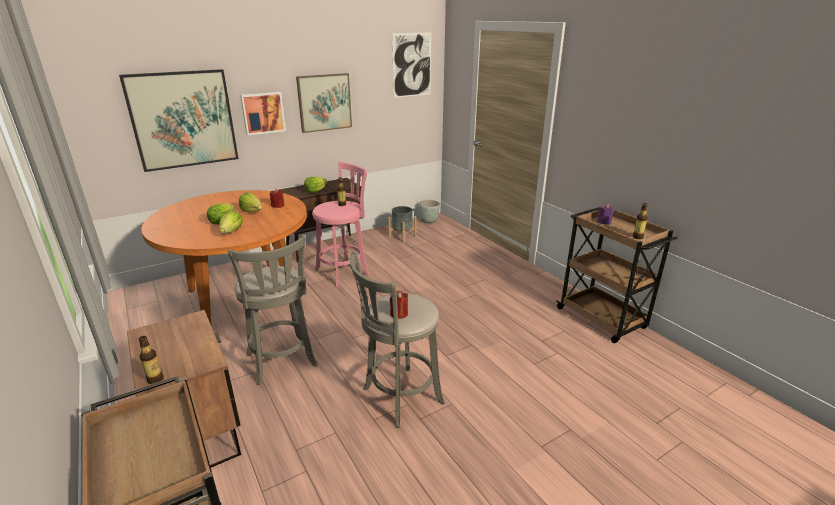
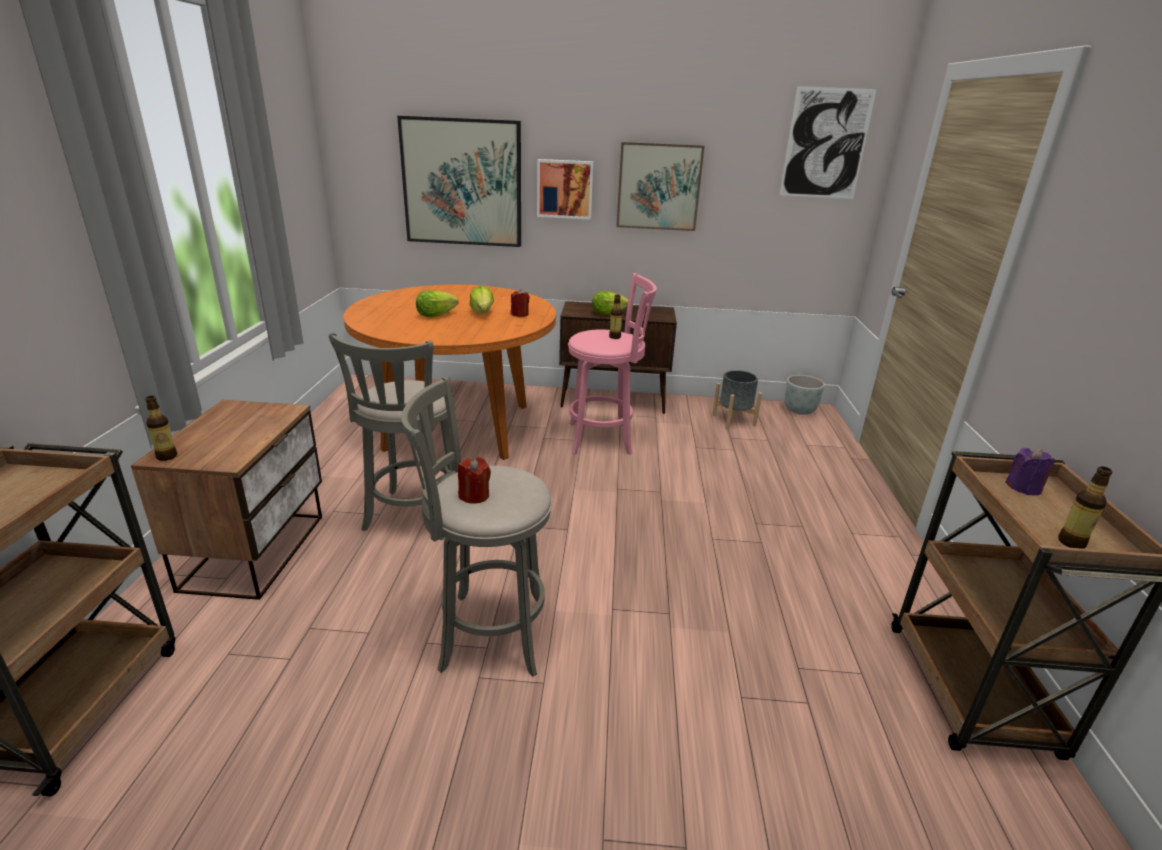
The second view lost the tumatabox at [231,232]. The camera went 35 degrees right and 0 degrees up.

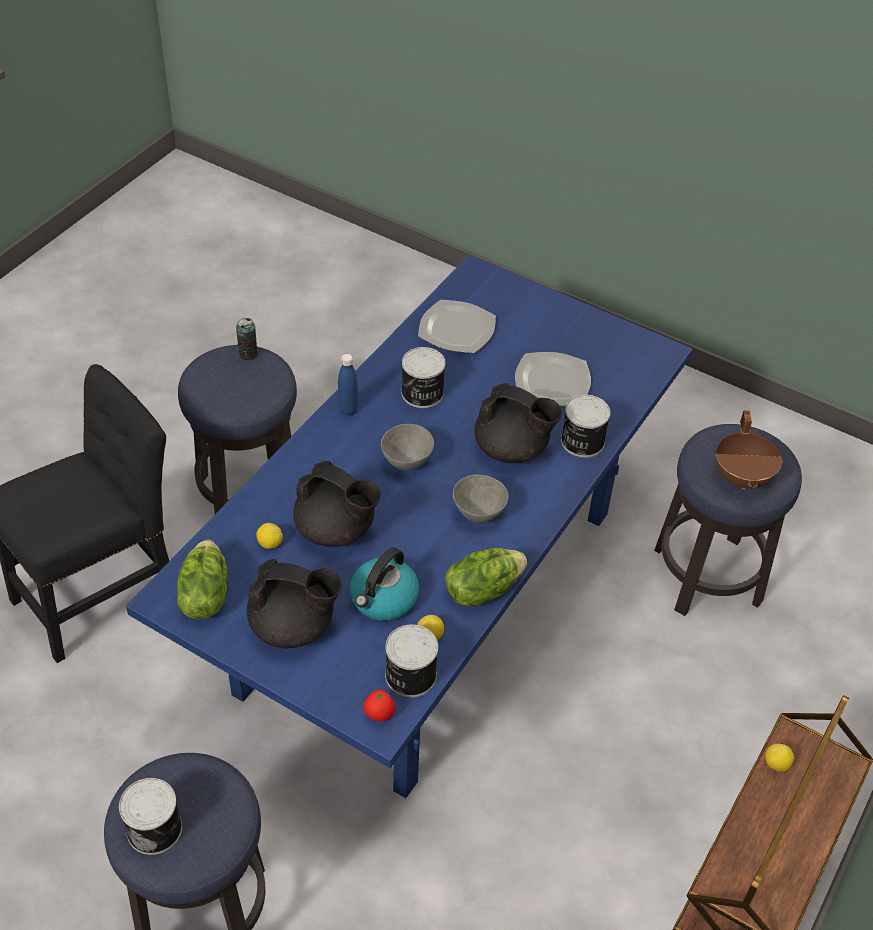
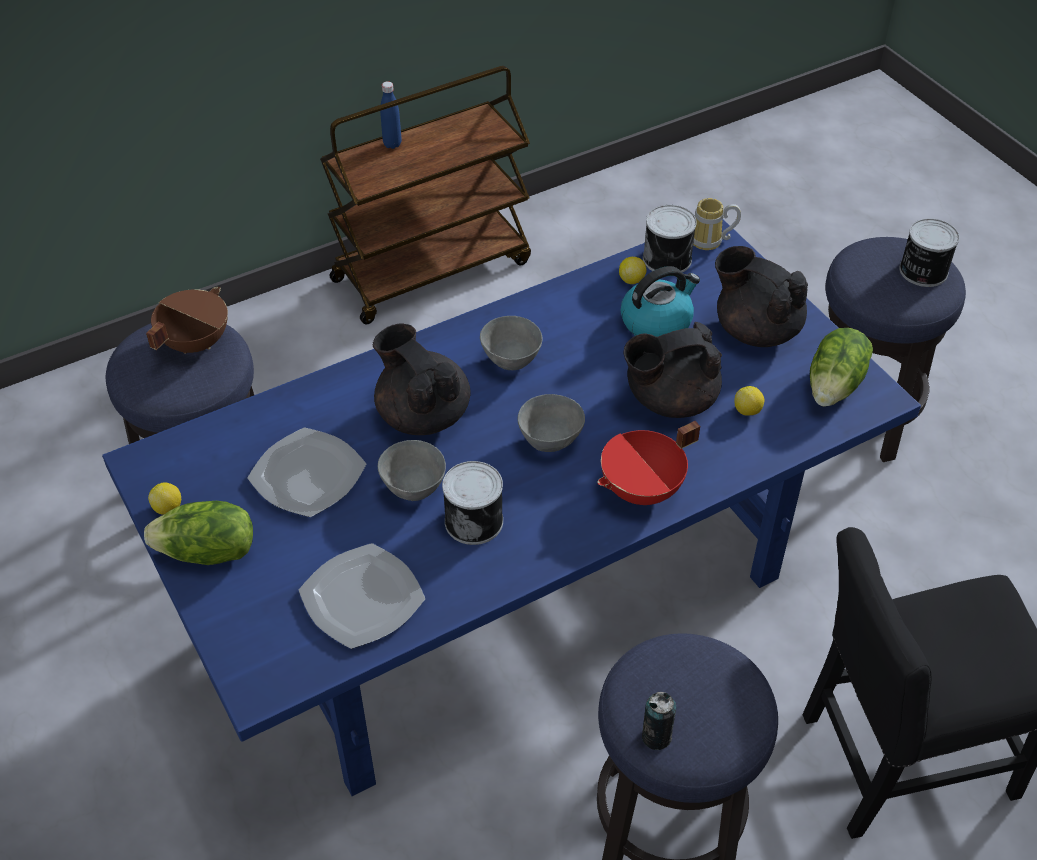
The tumatabox ended up elsewhere, having gone from [482,589] to [208,553]. The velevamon ended up elsewhere, having gone from [776,764] to [168,508]. The second view gained the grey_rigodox at [414,490]. The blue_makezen ended up elsewhere, having gone from [348,410] to [392,144]. The second view gained the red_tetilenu at [643,491]. The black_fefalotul at [336,529] ended up facing another way, 75 degrees counterclockwise from before. Where the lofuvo stood at [379,715], the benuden came to stand at [711,242]. The second view lost the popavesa at [581,442]. The camera went 150 degrees left and 0 degrees up.

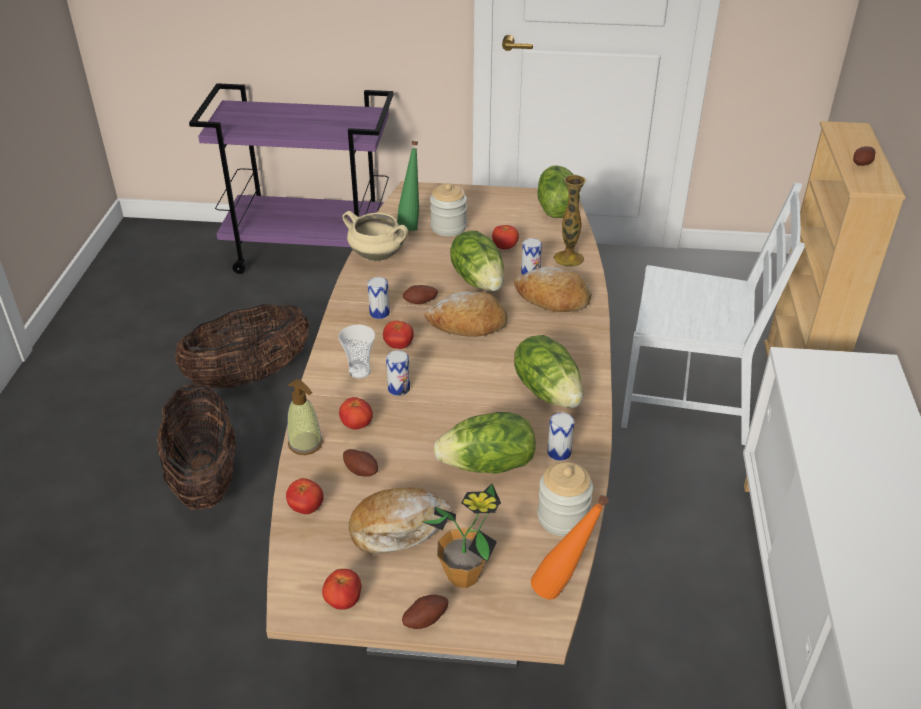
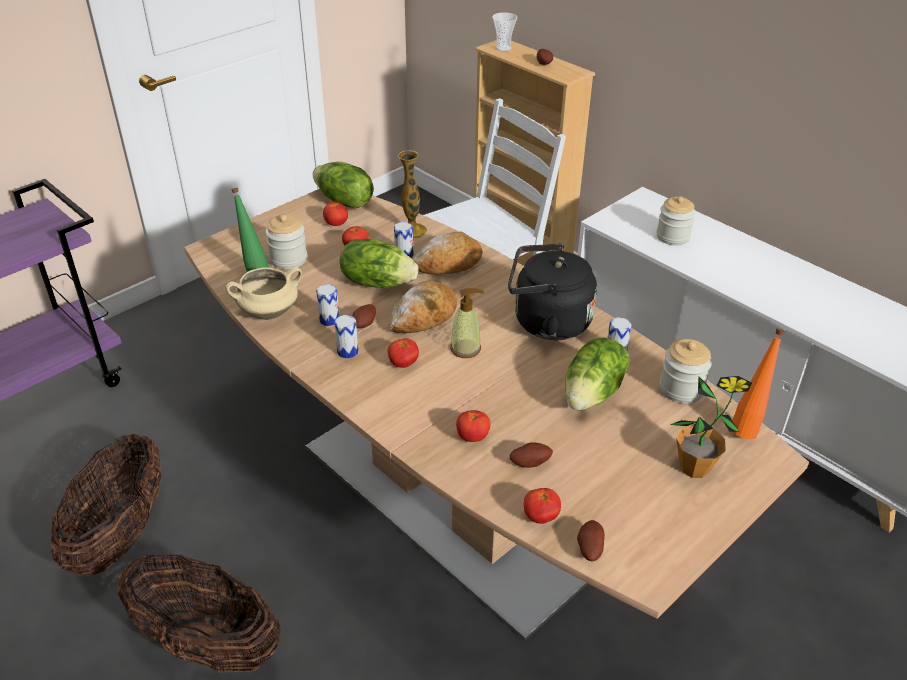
The popavesa ended up elsewhere, having gone from [399,388] to [329,320]. The lofuvo ended up elsewhere, having gone from [343,601] to [336,224]. The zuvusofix ended up elsewhere, having gone from [305,444] to [466,349]. The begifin ended up elsewhere, having gone from [359,371] to [503,48]. Where the tumatabox stood at [548,391], the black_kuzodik came to stand at [546,322]. The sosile ended up elsewhere, having gone from [425,619] to [589,549]. The second view gained the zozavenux at [672,237]. The second view lost the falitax at [398,528]. The camera went 50 degrees left and 0 degrees up.

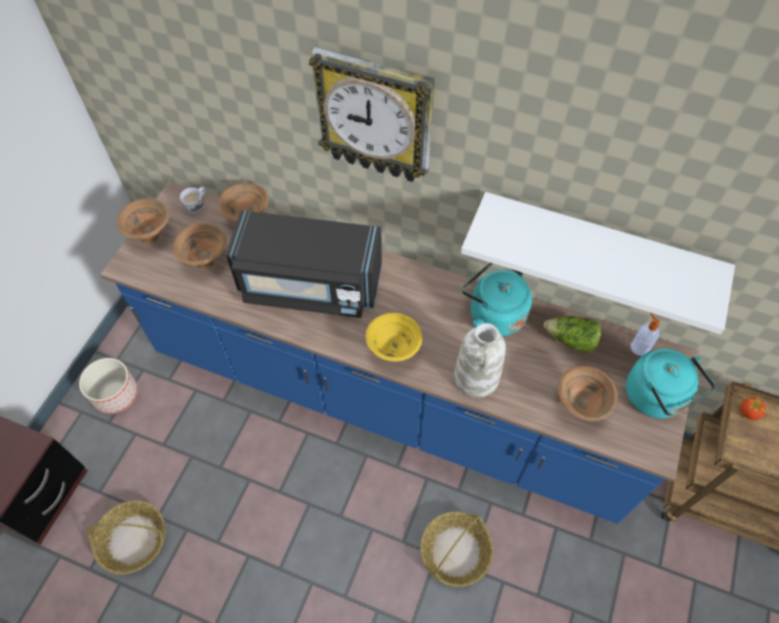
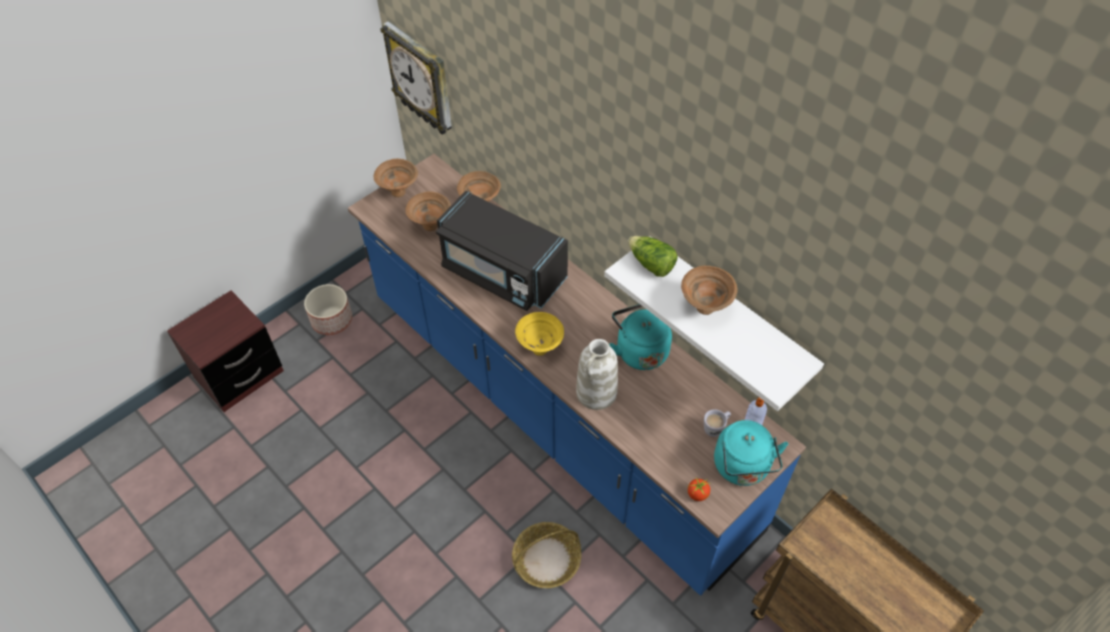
The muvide ended up elsewhere, having gone from [375,117] to [421,79]. The tumatabox ended up elsewhere, having gone from [571,340] to [651,264]. The brown_rigodox ended up elsewhere, having gone from [580,407] to [705,309]. The lofuvo ended up elsewhere, having gone from [748,412] to [697,494]. The white_benuden ended up elsewhere, having gone from [198,206] to [716,428]. The second view lost the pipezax at [133,540]. The camera went 25 degrees right and 5 degrees down.

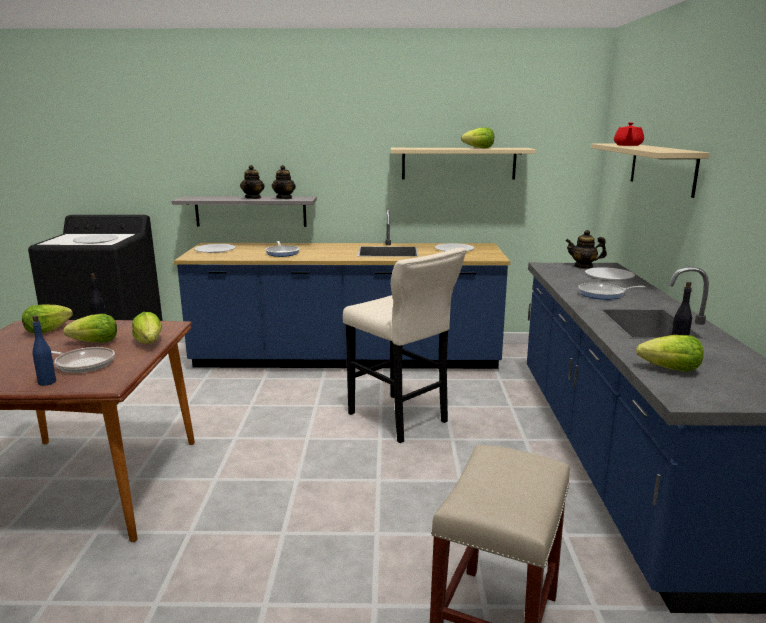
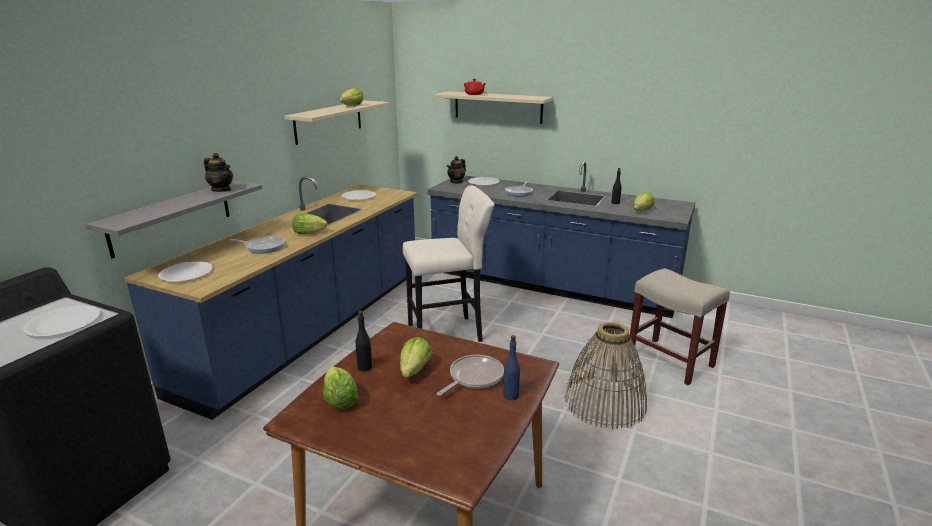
The tumatabox ended up elsewhere, having gone from [149,342] to [308,233]. The second view gained the pipezax at [605,403]. The second view lost the fefalotul at [253,198]. The camera went 65 degrees left and 5 degrees up.

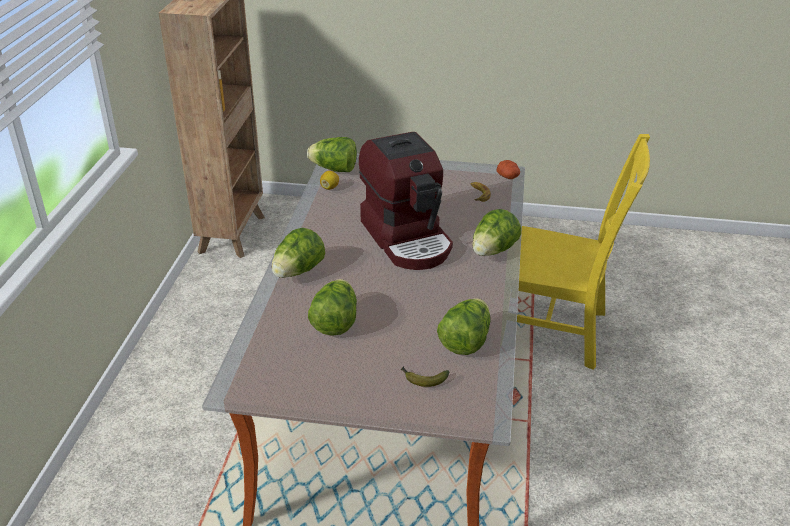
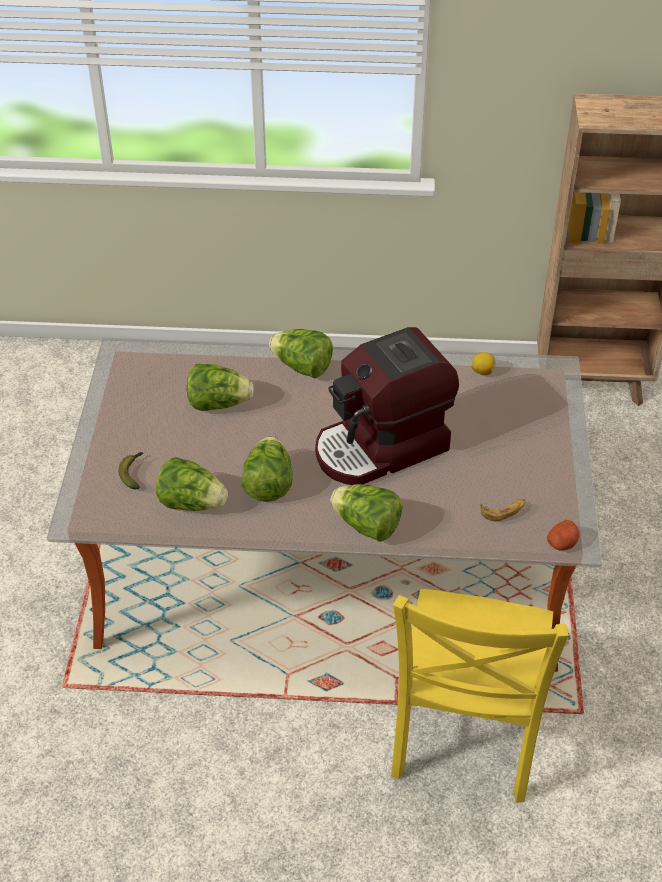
The tumatabox ended up elsewhere, having gone from [334,169] to [268,484]. The camera went 85 degrees right and 10 degrees up.

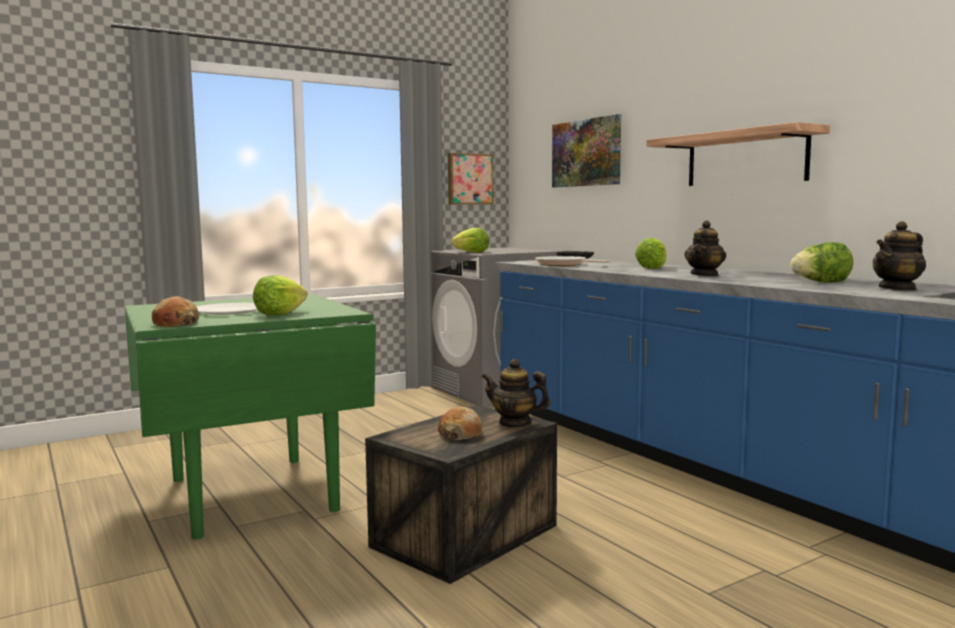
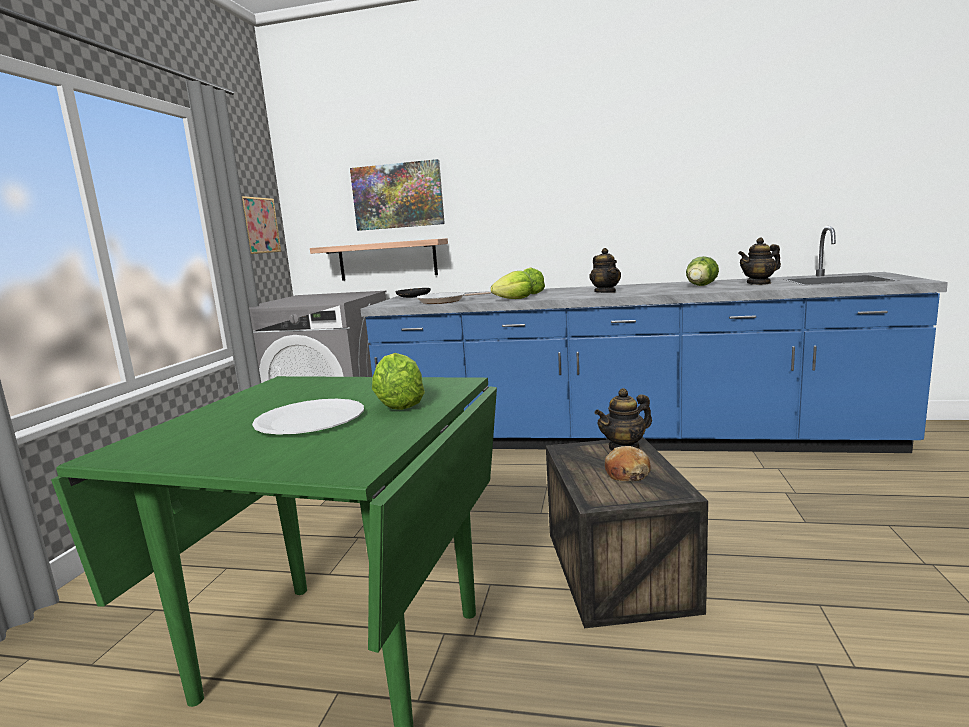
The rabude ended up elsewhere, having gone from [745,158] to [387,260]. The tumatabox ended up elsewhere, having gone from [471,252] to [514,299]. The fefalotul at [898,289] ended up facing another way, 60 degrees clockwise from before. The second view lost the falitax at [176,323]. The camera went 45 degrees left and 5 degrees up.

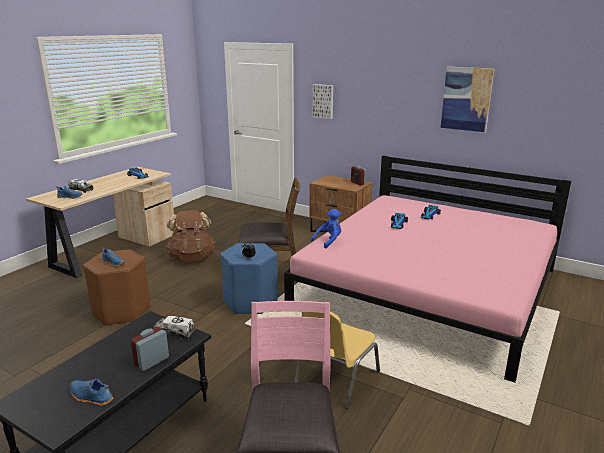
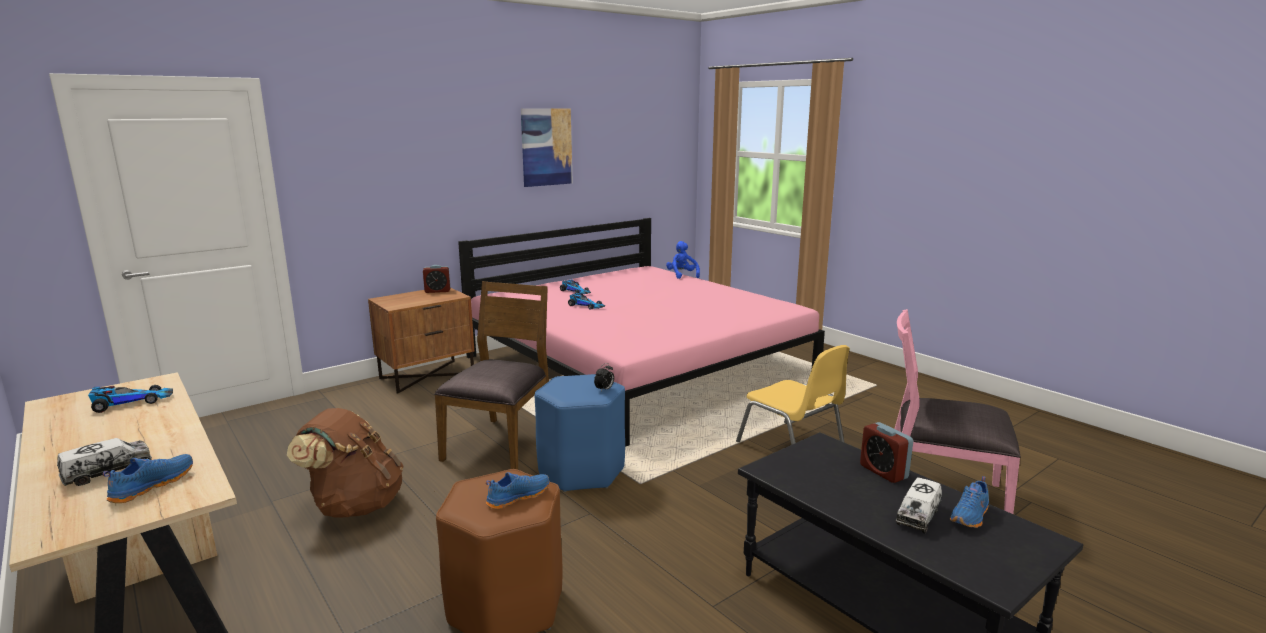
The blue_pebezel ended up elsewhere, having gone from [329,241] to [682,275]. The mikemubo ended up elsewhere, having gone from [174,332] to [918,515]. The second view lost the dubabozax at [323,101]. The camera went 70 degrees left and 5 degrees down.

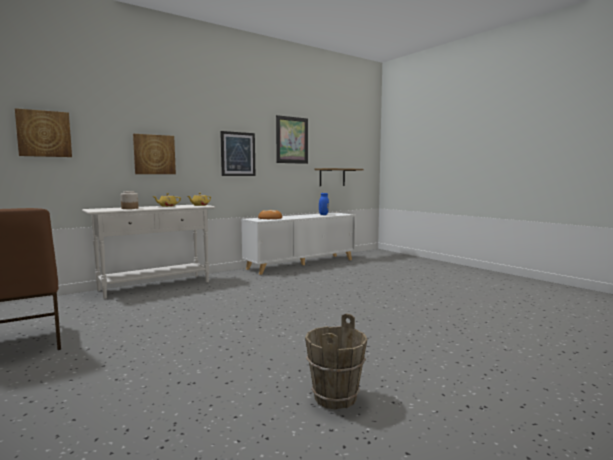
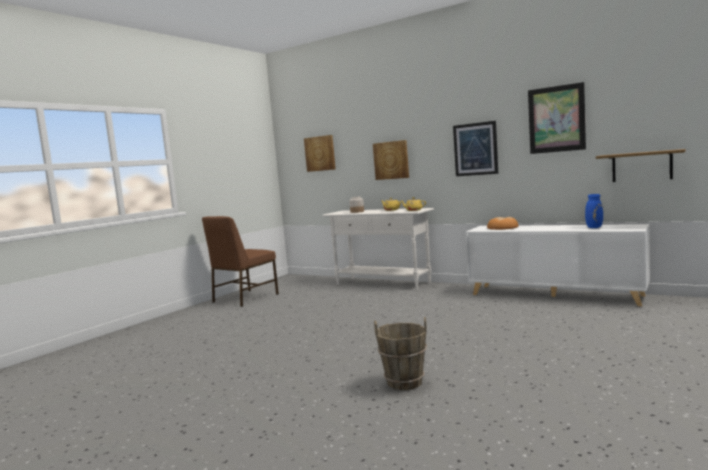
The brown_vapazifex ended up elsewhere, having gone from [334,397] to [404,382]. The camera went 70 degrees right and 0 degrees up.

